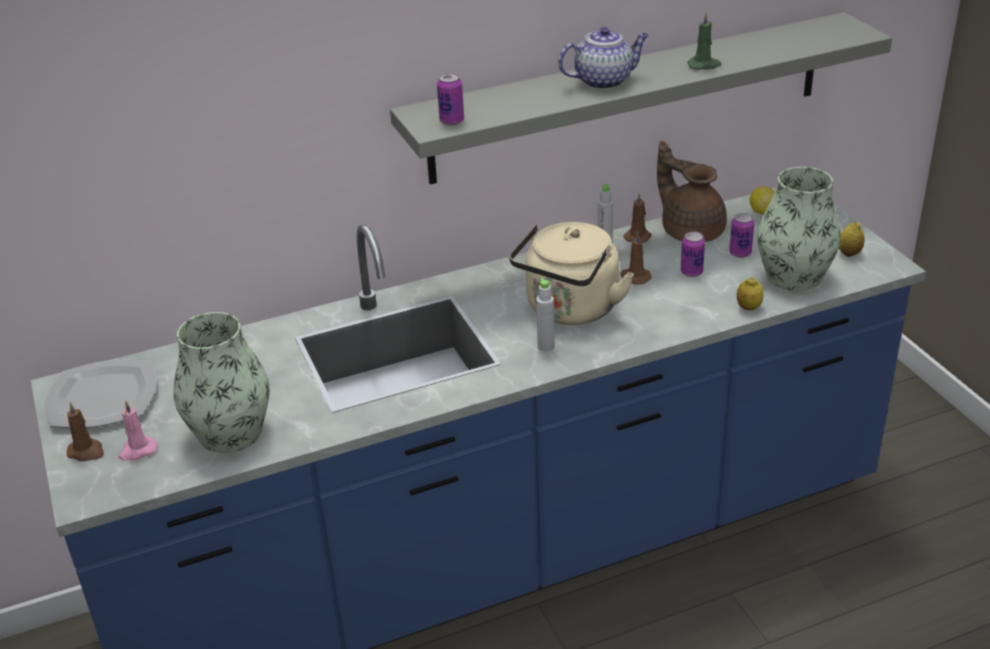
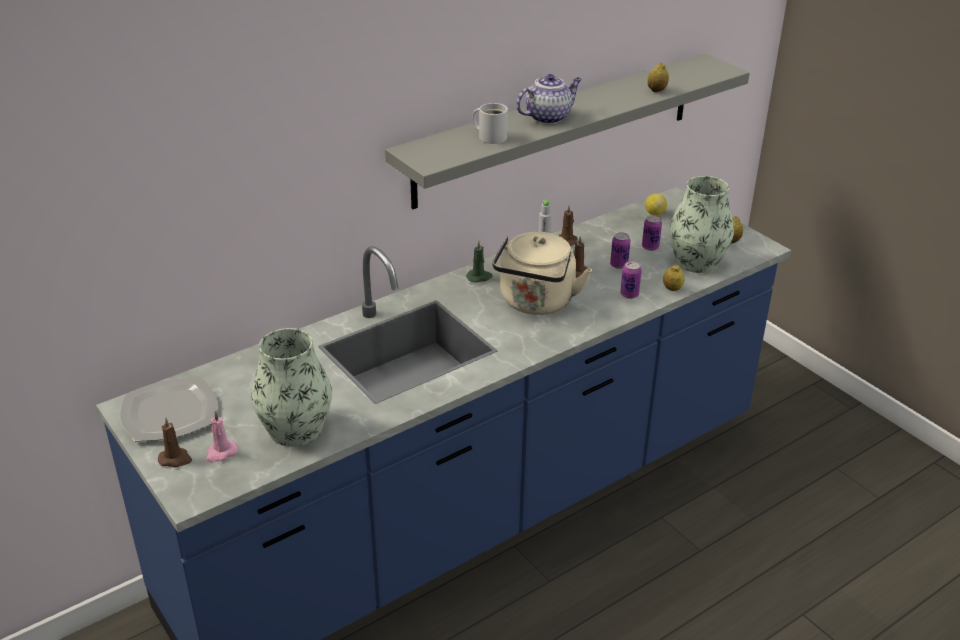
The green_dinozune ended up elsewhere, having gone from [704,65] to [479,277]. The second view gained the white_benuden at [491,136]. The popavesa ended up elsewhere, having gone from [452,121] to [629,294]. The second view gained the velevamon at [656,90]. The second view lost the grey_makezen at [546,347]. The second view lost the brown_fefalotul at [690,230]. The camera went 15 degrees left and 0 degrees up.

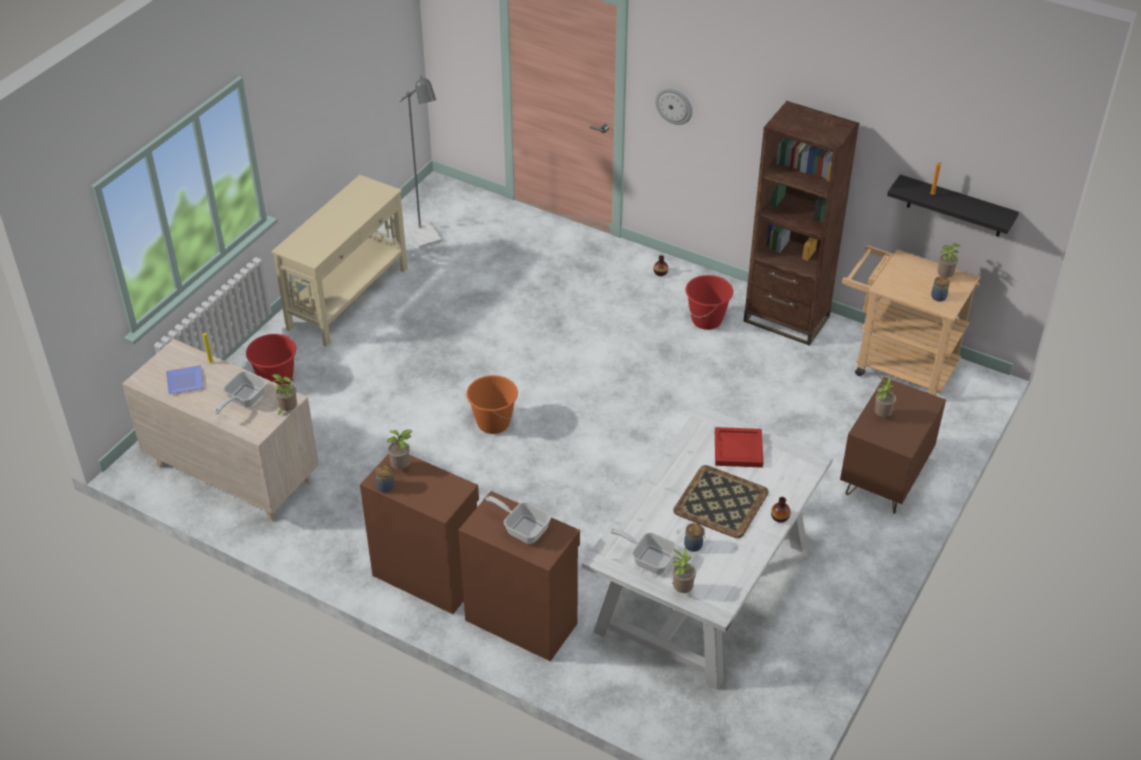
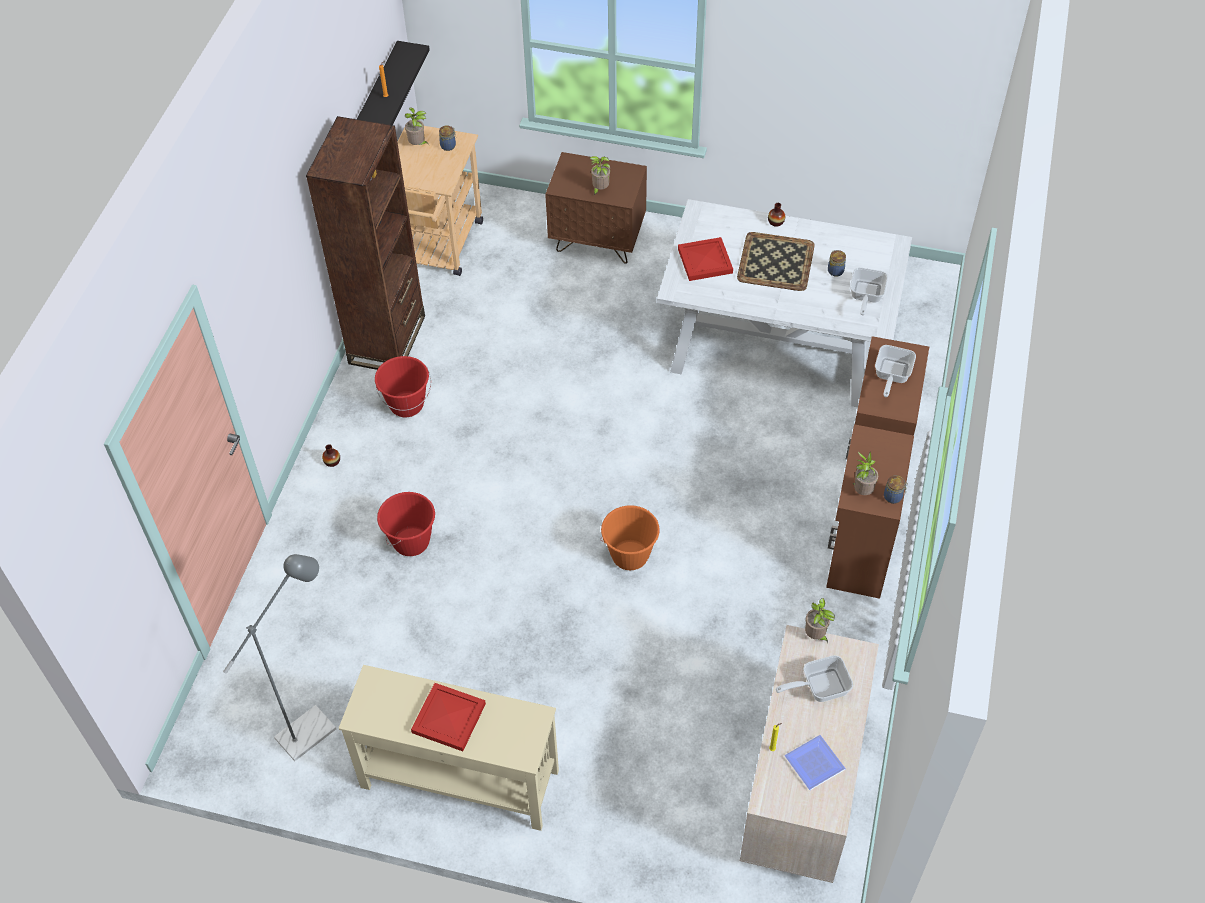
The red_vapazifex ended up elsewhere, having gone from [276,381] to [411,542]. The second view gained the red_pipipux at [450,718]. The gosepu at [243,400] ended up facing another way, 150 degrees clockwise from before. The second view lost the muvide at [674,105]. The second view lost the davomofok at [681,589]. The camera went 105 degrees left and 10 degrees up.

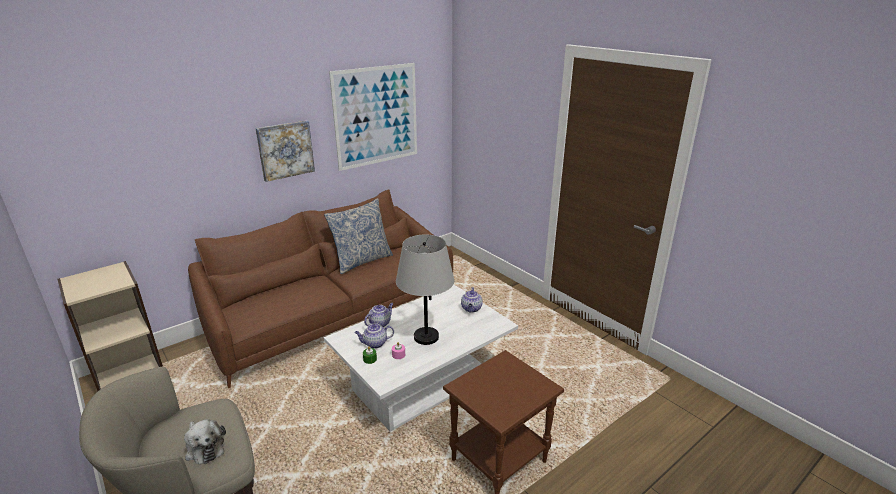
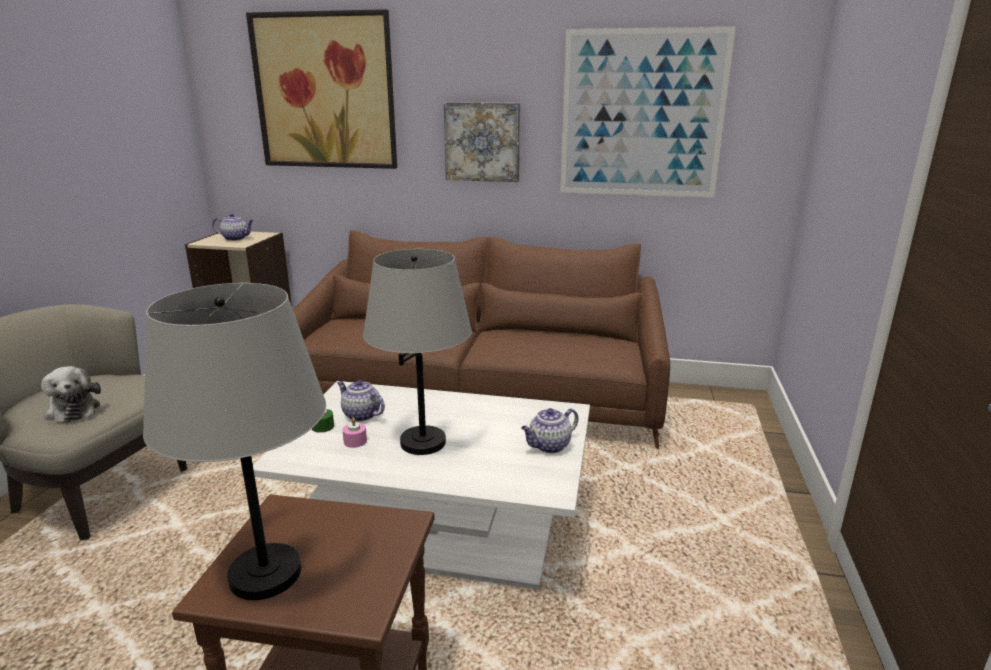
The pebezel at [204,447] ended up facing another way, 45 degrees counterclockwise from before. The second view gained the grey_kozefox at [266,574]. The fefalotul ended up elsewhere, having gone from [380,323] to [236,238]. The second view gained the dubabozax at [325,92]. The second view lost the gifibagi at [362,261]. The camera went 50 degrees right and 5 degrees down.

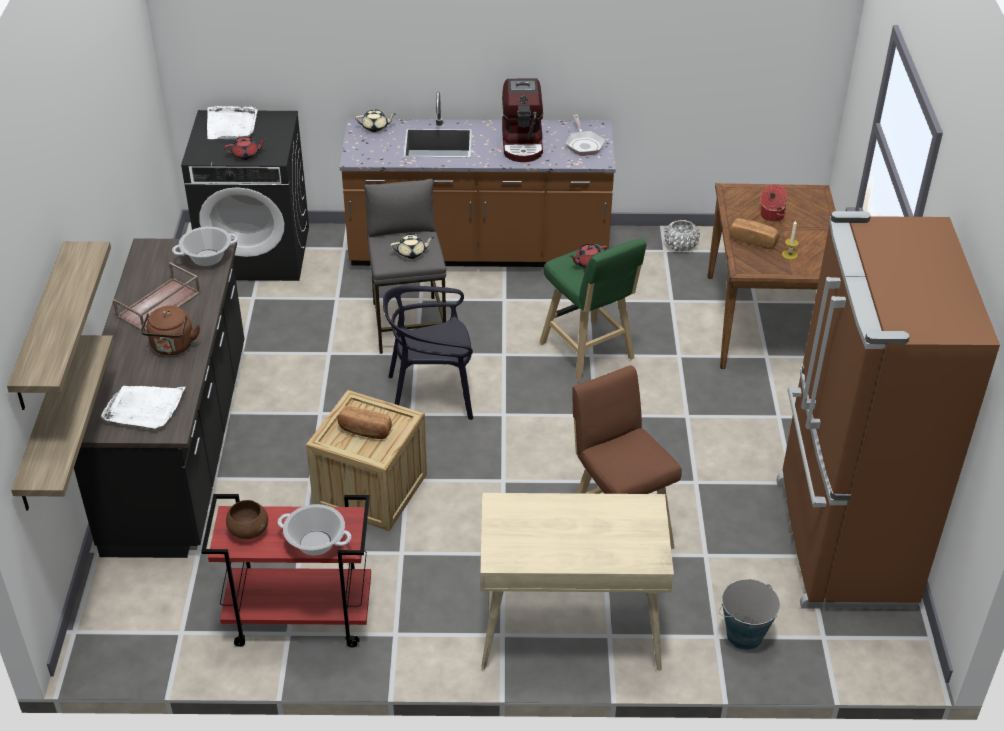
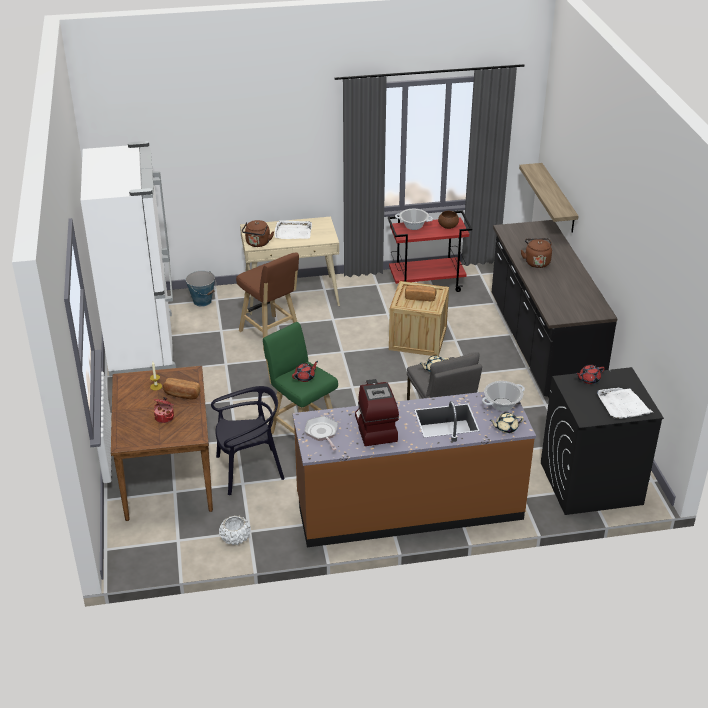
What was the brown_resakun at [840,543] turned into the white_resakun at [143,343]. The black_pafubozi ended up elsewhere, having gone from [431,394] to [249,470]. The second view gained the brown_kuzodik at [257,243]. The white_pipipux ended up elsewhere, having gone from [144,409] to [293,232]. The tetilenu ended up elsewhere, having gone from [207,257] to [502,404]. The second view lost the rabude at [41,327]. The second view lost the brown_pipipux at [159,306]. The camera went 170 degrees right and 5 degrees down.

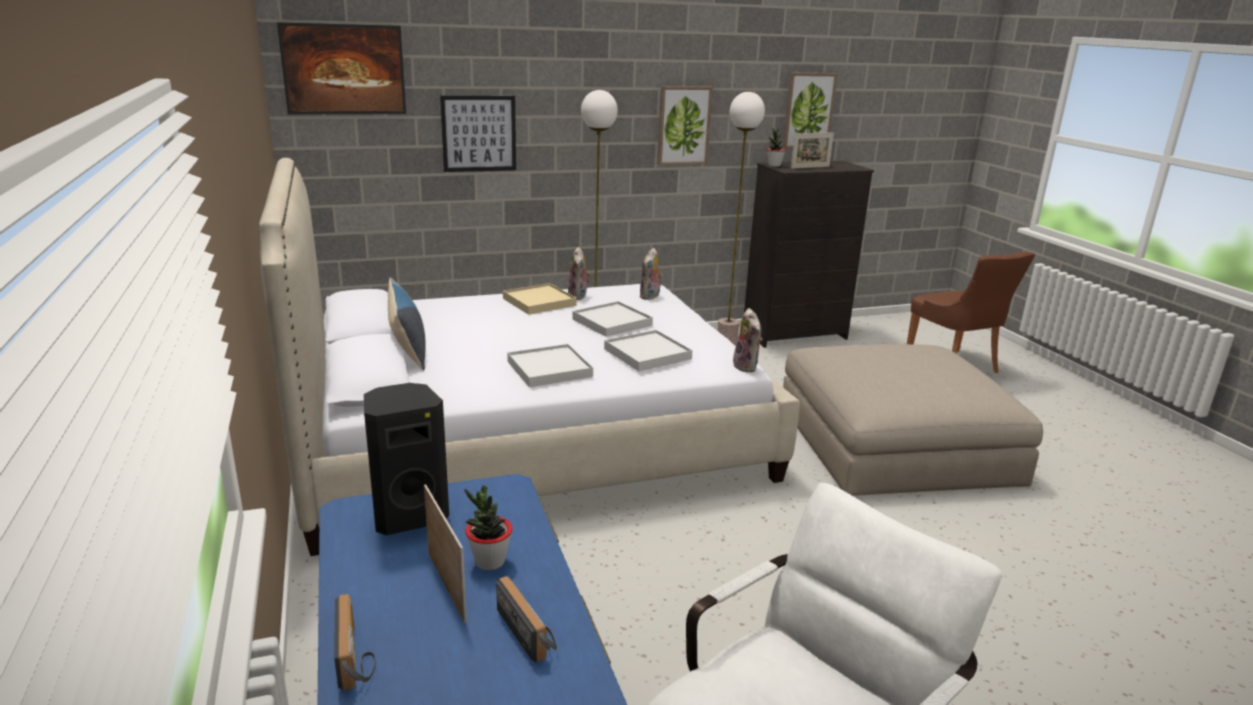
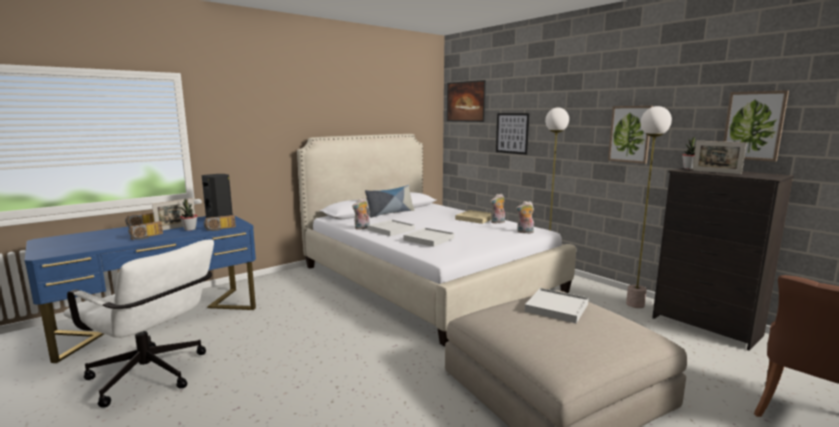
The second view gained the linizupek at [220,229]. The pebezel ended up elsewhere, having gone from [747,367] to [362,228]. The white_pipipux ended up elsewhere, having gone from [612,322] to [556,308]. The camera went 70 degrees right and 10 degrees down.

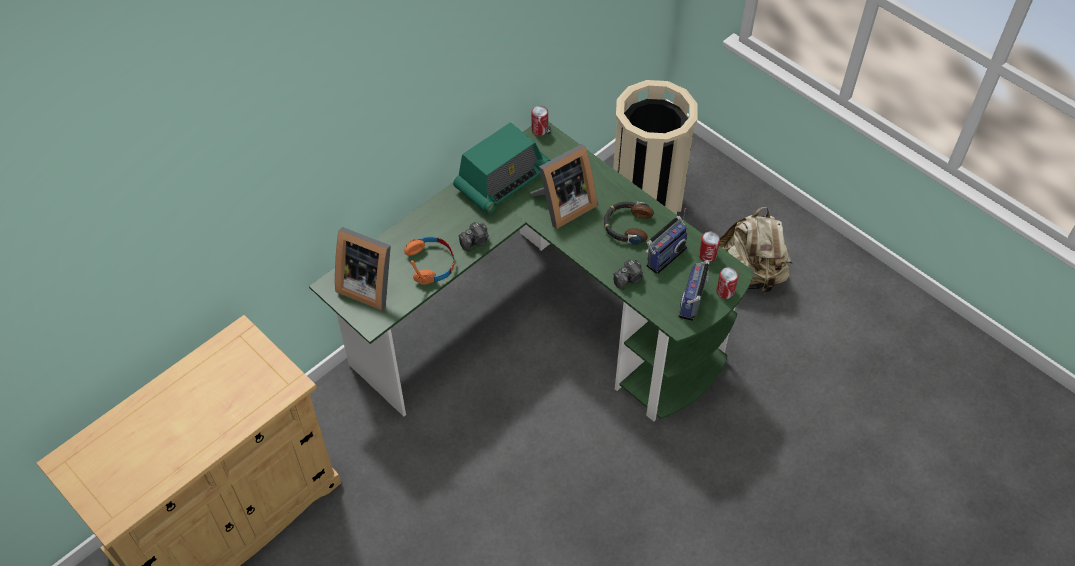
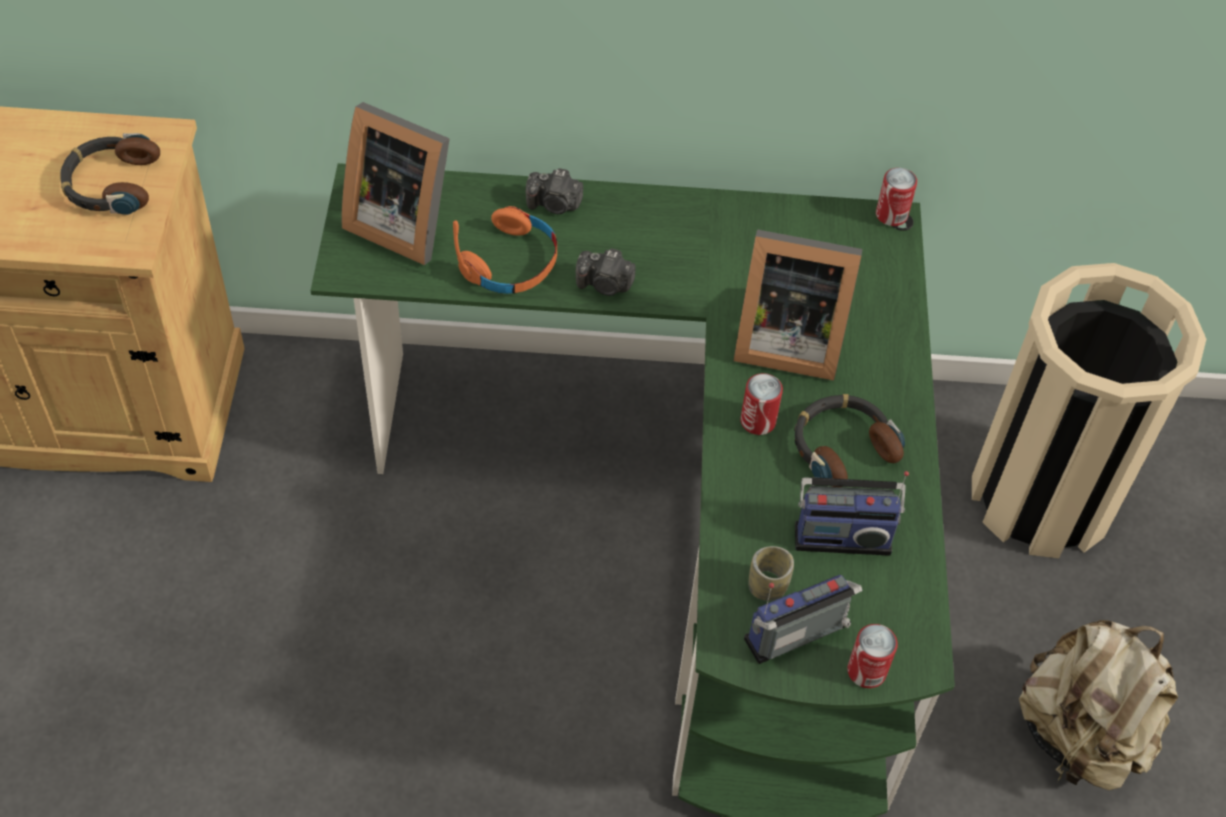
The second view gained the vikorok at [111,183]. The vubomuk at [368,285] ended up facing another way, 45 degrees counterclockwise from before. The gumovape ended up elsewhere, having gone from [629,279] to [554,204]. The popavesa ended up elsewhere, having gone from [707,255] to [758,421]. The second view gained the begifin at [767,587]. The second view lost the linizupek at [503,181]. The camera went 45 degrees right and 0 degrees up.

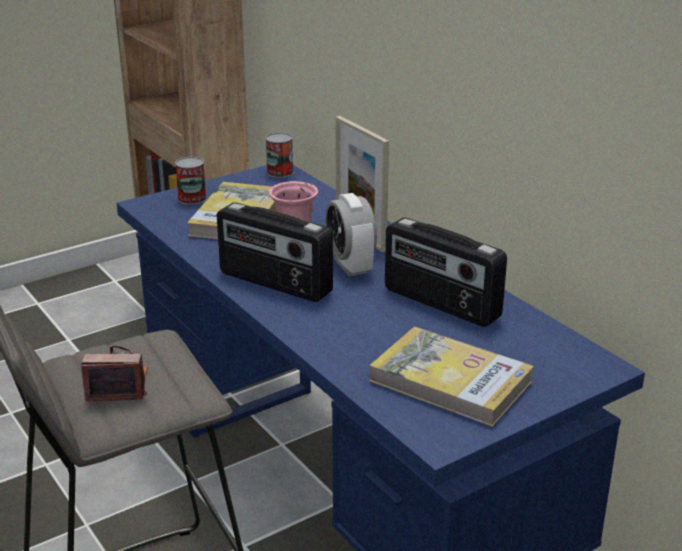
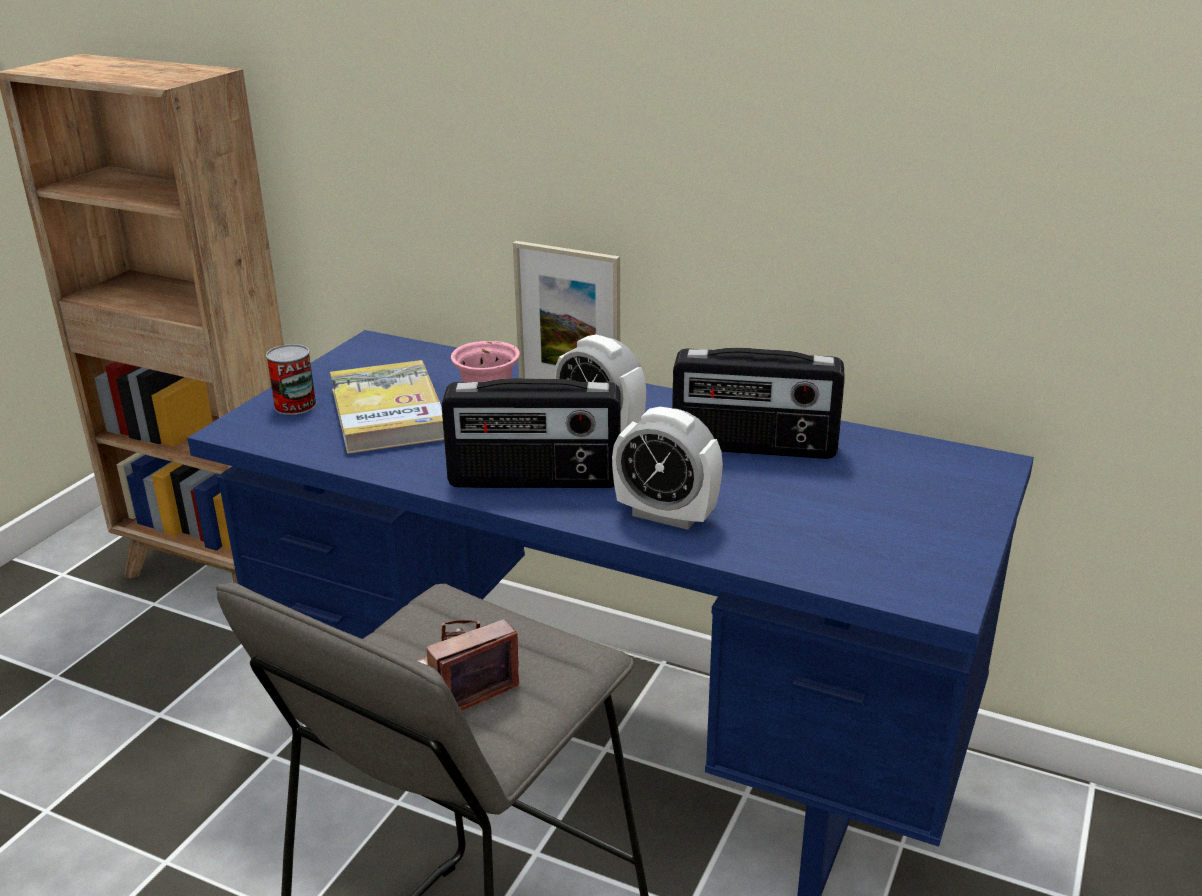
The second view gained the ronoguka at [666,515]. The second view lost the popavesa at [280,172]. The second view lost the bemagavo at [450,381]. The camera went 30 degrees left and 0 degrees up.

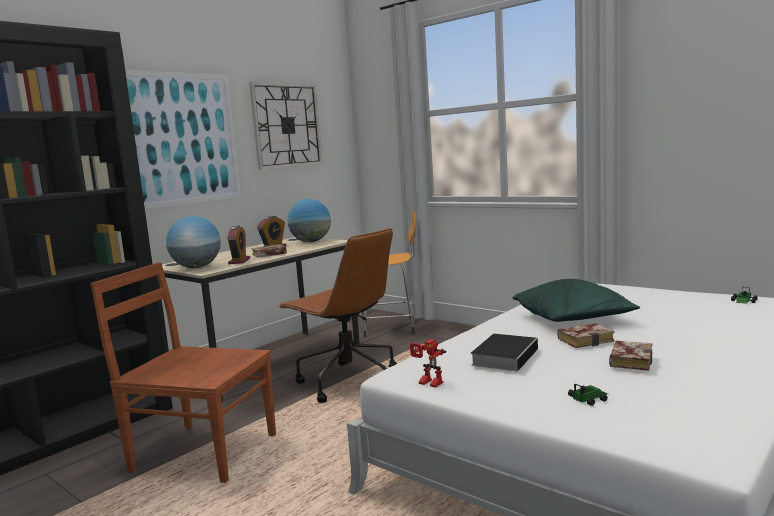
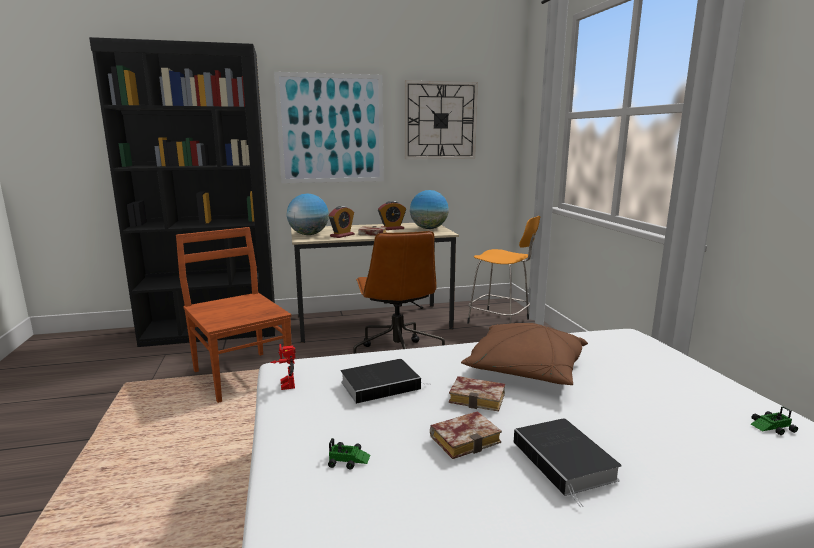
What was the green_gifibagi at [573,319] turned into the brown_gifibagi at [525,371]. The second view gained the bemagavo at [566,462]. The camera went 35 degrees right and 5 degrees up.

